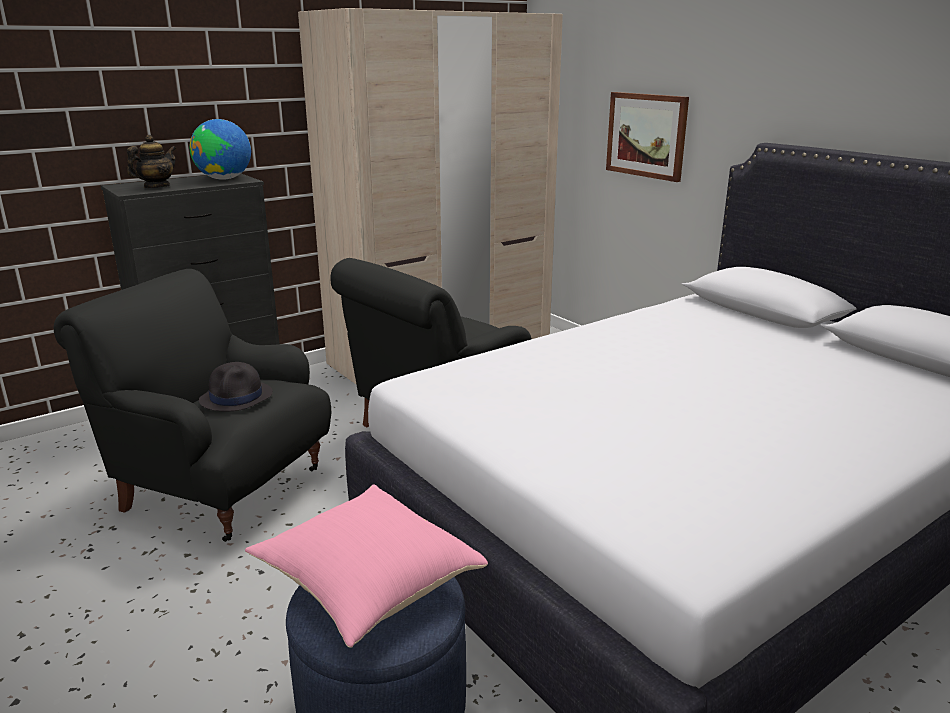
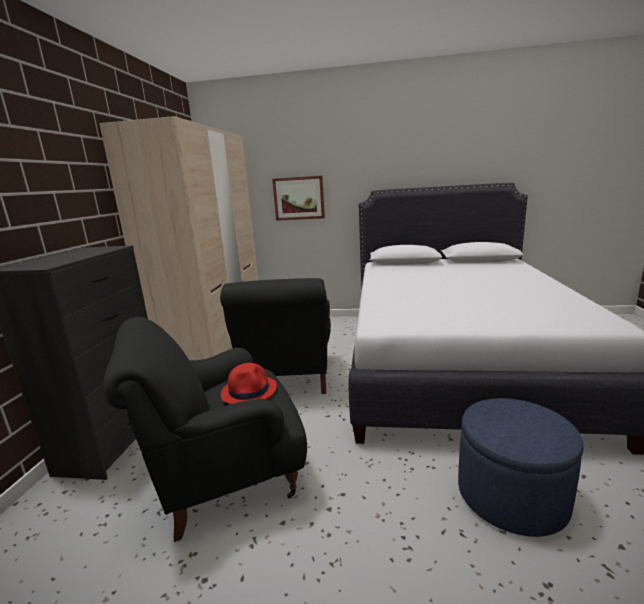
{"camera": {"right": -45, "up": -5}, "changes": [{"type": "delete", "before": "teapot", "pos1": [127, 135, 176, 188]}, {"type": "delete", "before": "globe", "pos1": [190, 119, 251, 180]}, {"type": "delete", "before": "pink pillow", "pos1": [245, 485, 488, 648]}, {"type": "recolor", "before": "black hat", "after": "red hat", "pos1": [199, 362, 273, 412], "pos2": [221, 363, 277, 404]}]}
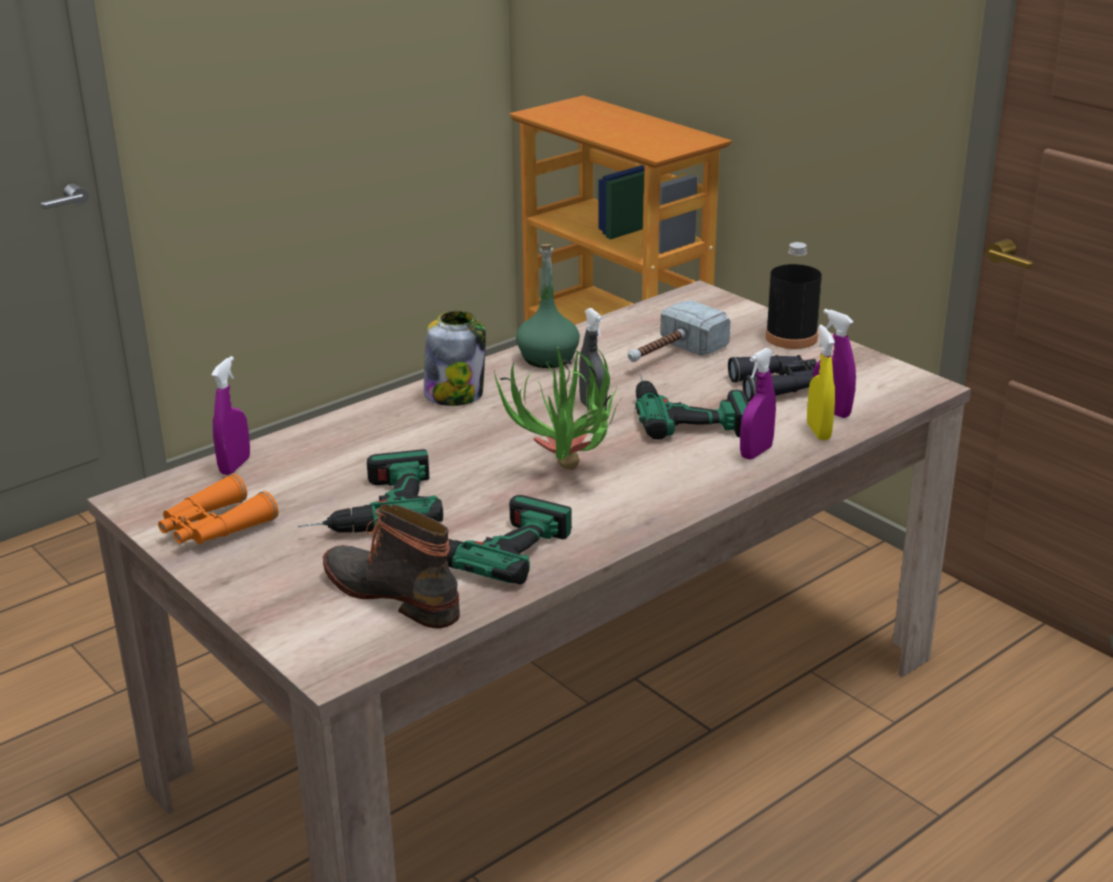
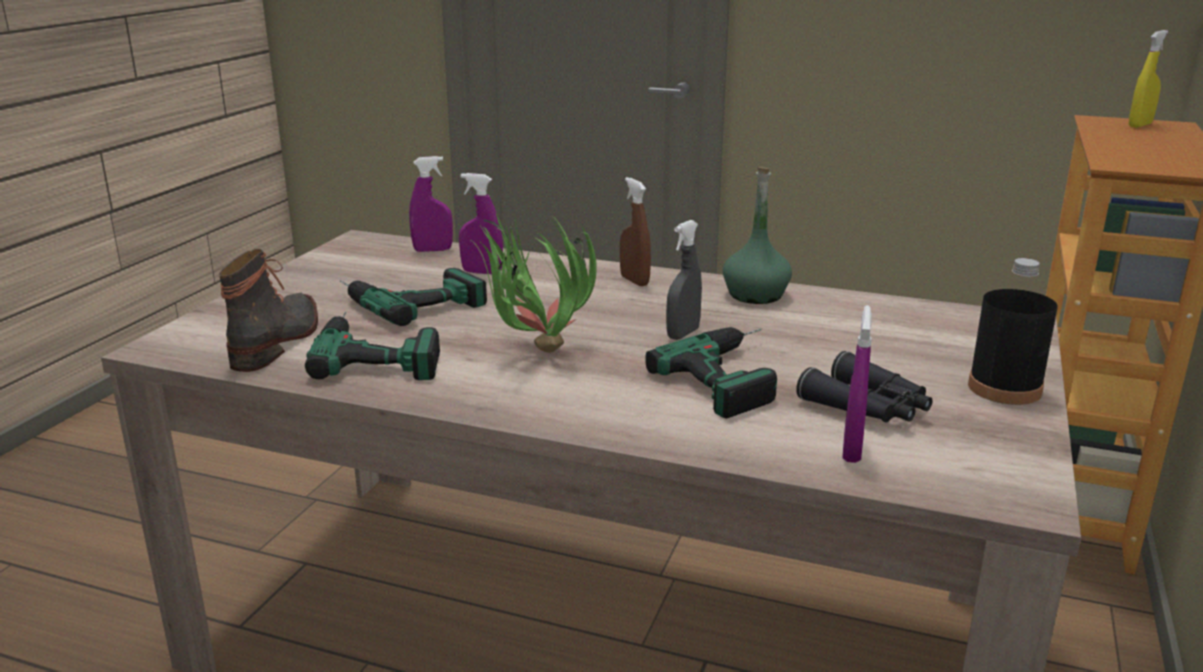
{"camera": {"right": 60, "up": -5}, "changes": [{"type": "delete", "before": "orange binoculars", "pos1": [158, 474, 278, 544]}, {"type": "delete", "before": "hammer", "pos1": [628, 300, 730, 362]}, {"type": "move", "before": "purple spray bottle", "pos1": [740, 348, 776, 459], "pos2": [459, 173, 503, 274]}, {"type": "move", "before": "yellow spray bottle", "pos1": [807, 325, 835, 440], "pos2": [1129, 30, 1168, 128]}, {"type": "replace", "before": "jar", "after": "brown spray bottle", "pos1": [424, 311, 486, 406], "pos2": [620, 177, 651, 286]}]}
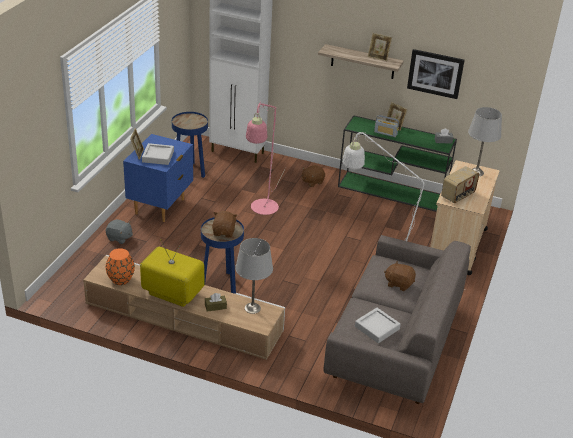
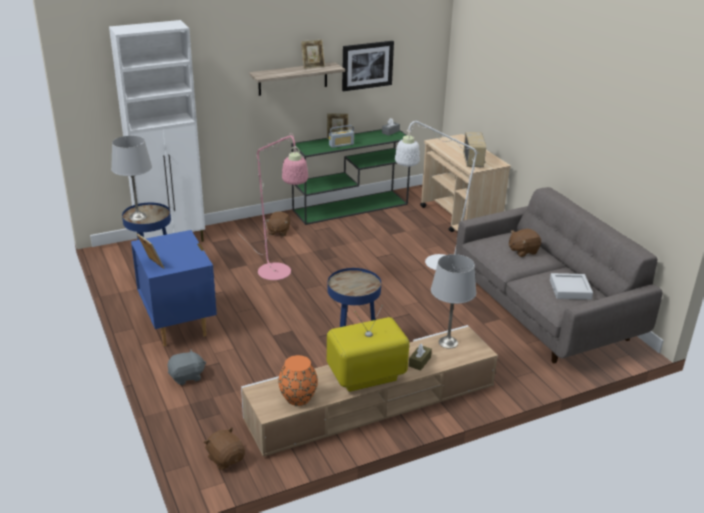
{"camera": {"right": -45, "up": -5}, "changes": [{"type": "delete", "before": "grey tray", "pos1": [142, 143, 174, 165]}, {"type": "move", "before": "brown plush toy", "pos1": [212, 211, 237, 237], "pos2": [204, 428, 245, 470]}, {"type": "move", "before": "grey table lamp", "pos1": [468, 107, 502, 176], "pos2": [111, 136, 152, 221]}]}
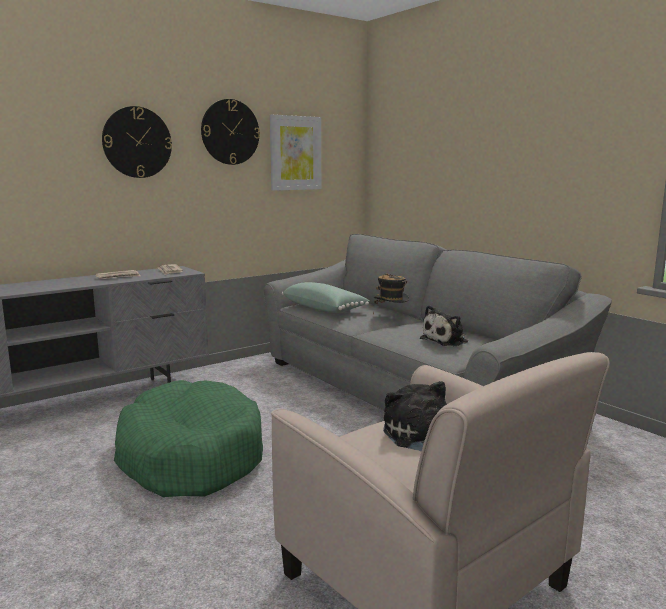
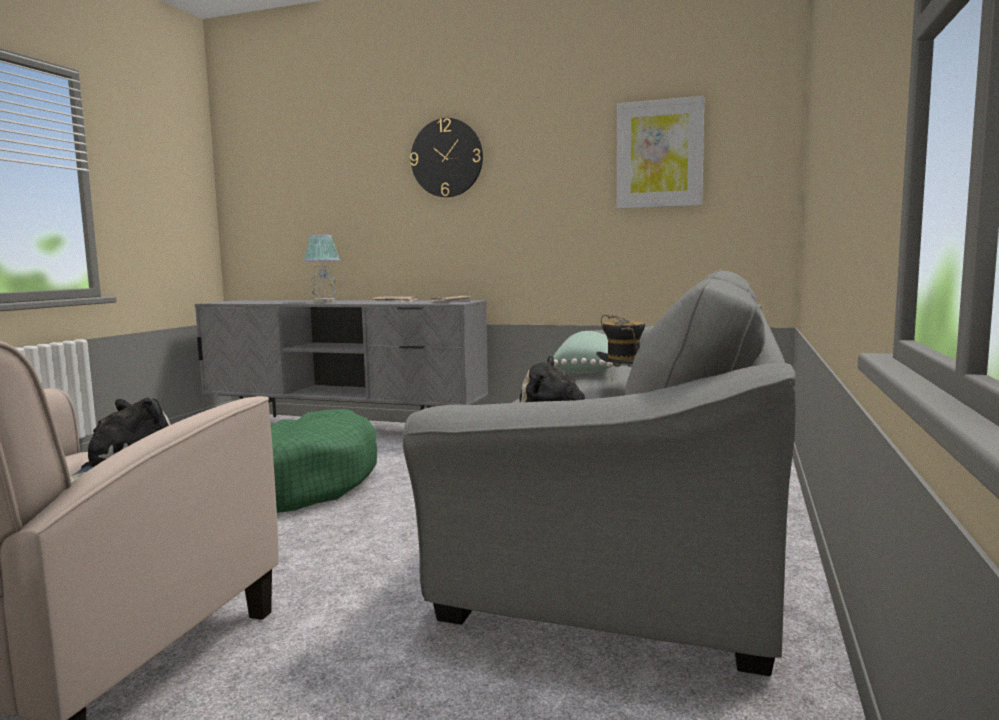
{"camera": {"right": 55, "up": -5}, "changes": [{"type": "delete", "before": "wall clock", "pos1": [201, 99, 260, 165]}, {"type": "insert", "after": "table lamp", "pos2": [304, 235, 340, 303]}]}
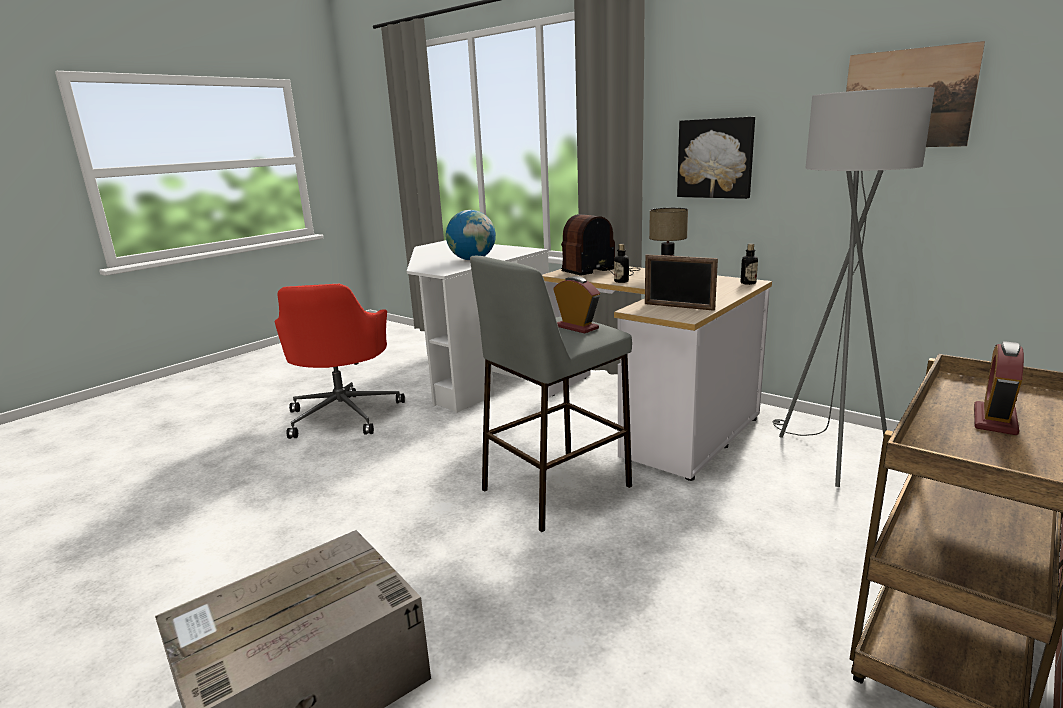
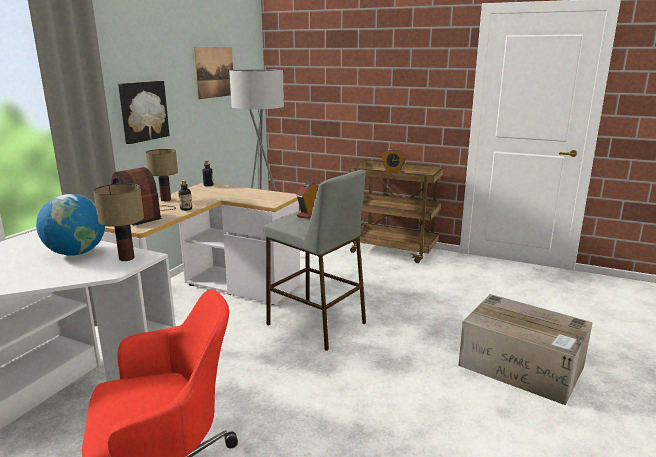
{"camera": {"right": -105, "up": 0}, "changes": [{"type": "delete", "before": "picture frame", "pos1": [645, 254, 718, 311]}, {"type": "insert", "after": "table lamp", "pos2": [93, 183, 144, 261]}]}
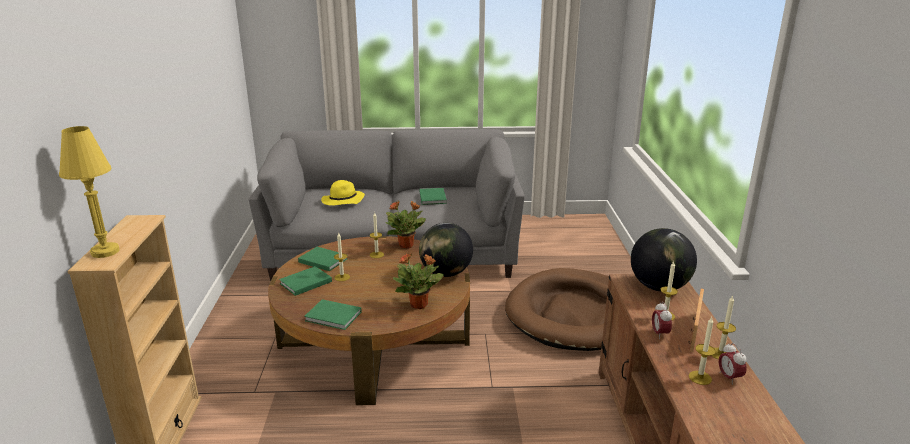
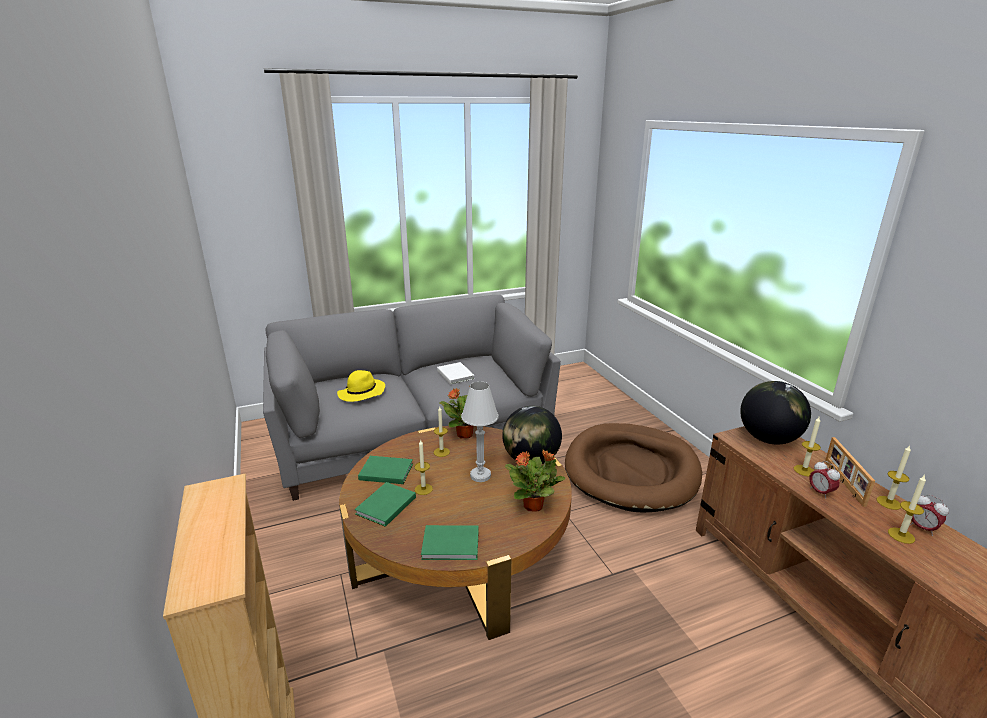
{"camera": {"right": -20, "up": 0}, "changes": [{"type": "delete", "before": "yellow table lamp", "pos1": [59, 126, 119, 258]}, {"type": "insert", "after": "white table lamp", "pos2": [461, 381, 499, 482]}, {"type": "recolor", "before": "green book", "after": "white book", "pos1": [419, 188, 447, 205], "pos2": [437, 362, 474, 384]}]}
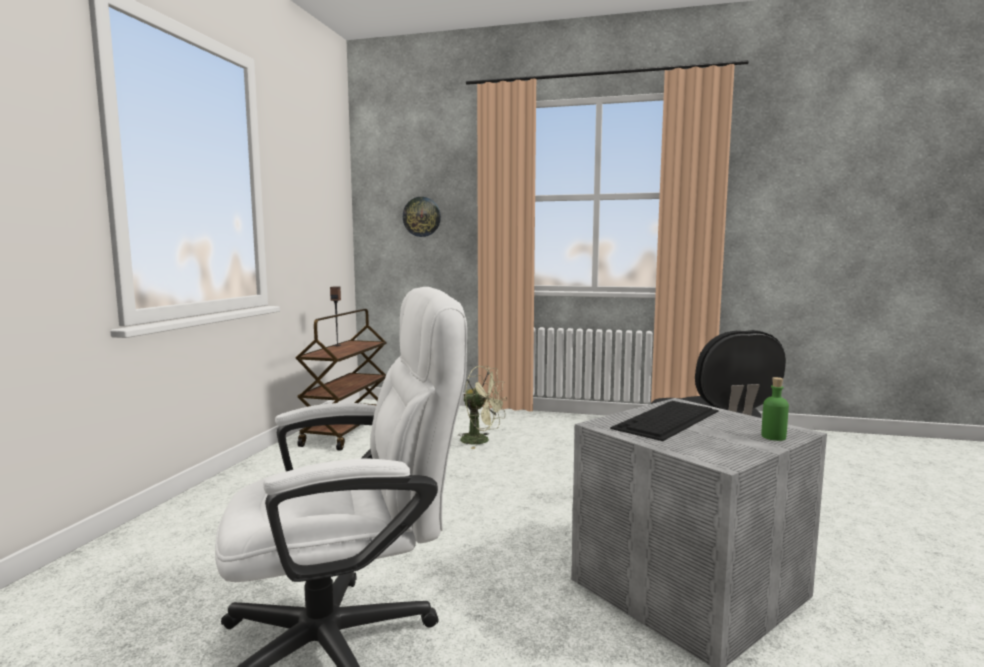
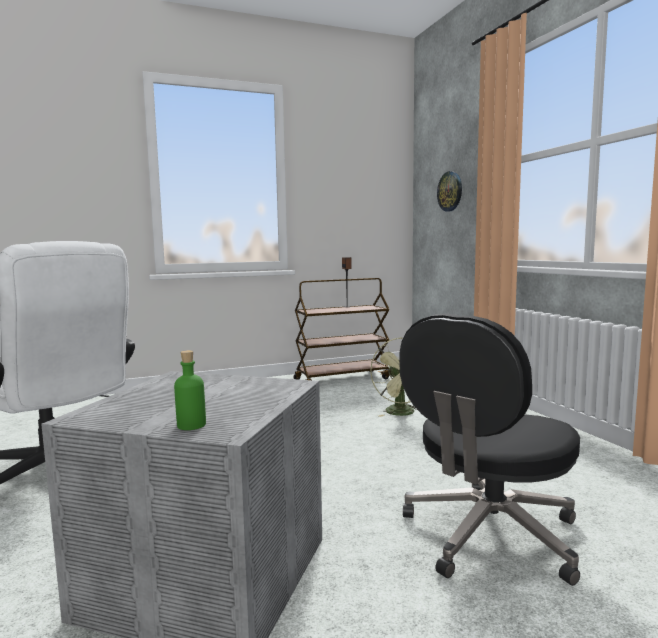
{"camera": {"right": 55, "up": 0}, "changes": [{"type": "delete", "before": "keyboard", "pos1": [610, 401, 719, 441]}]}
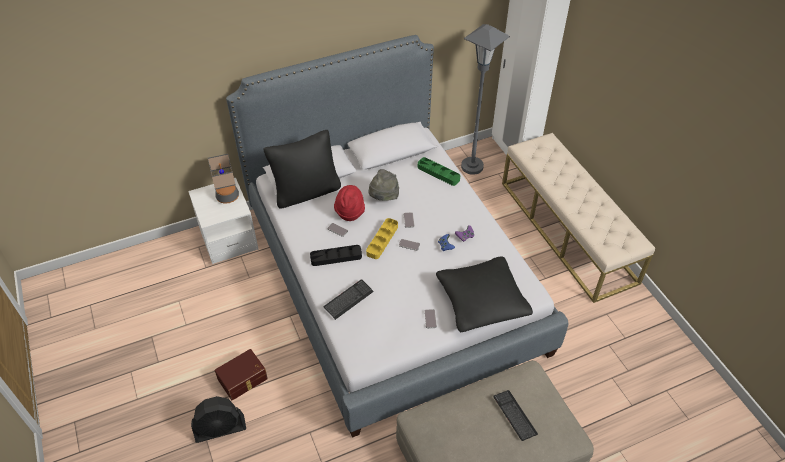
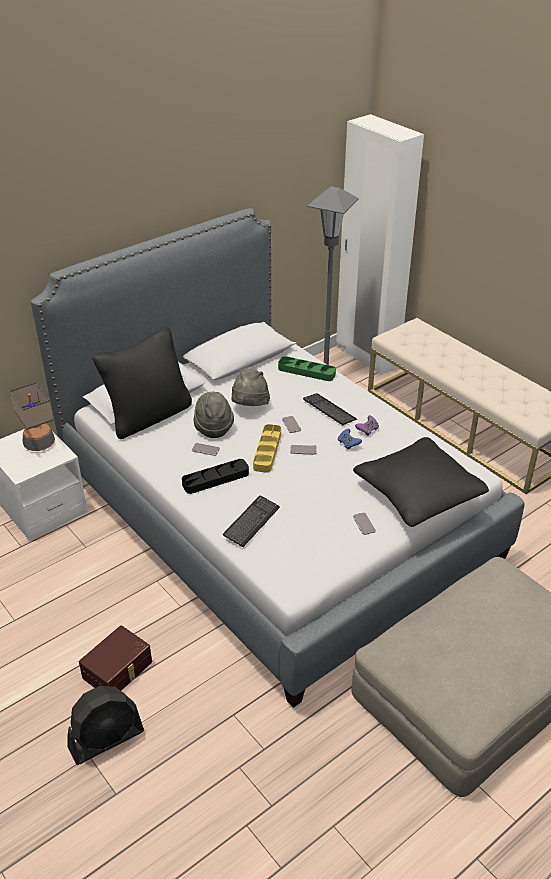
{"camera": {"right": -15, "up": -10}, "changes": [{"type": "move", "before": "keyboard", "pos1": [493, 390, 538, 441], "pos2": [303, 393, 357, 426]}, {"type": "recolor", "before": "red hat", "after": "grey hat", "pos1": [334, 185, 365, 221], "pos2": [194, 392, 234, 438]}]}
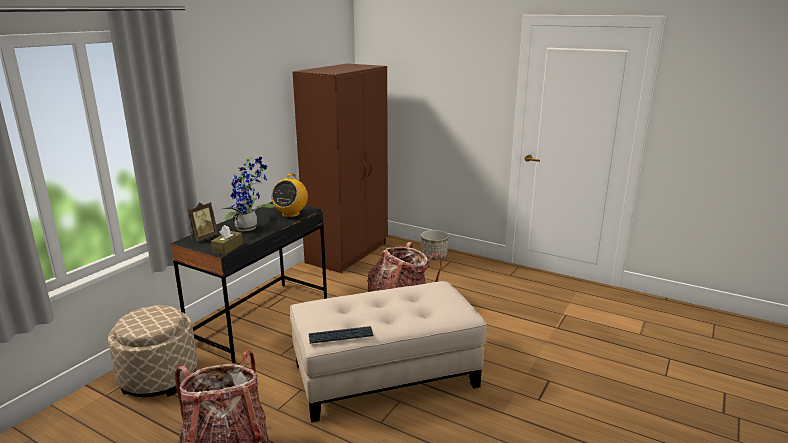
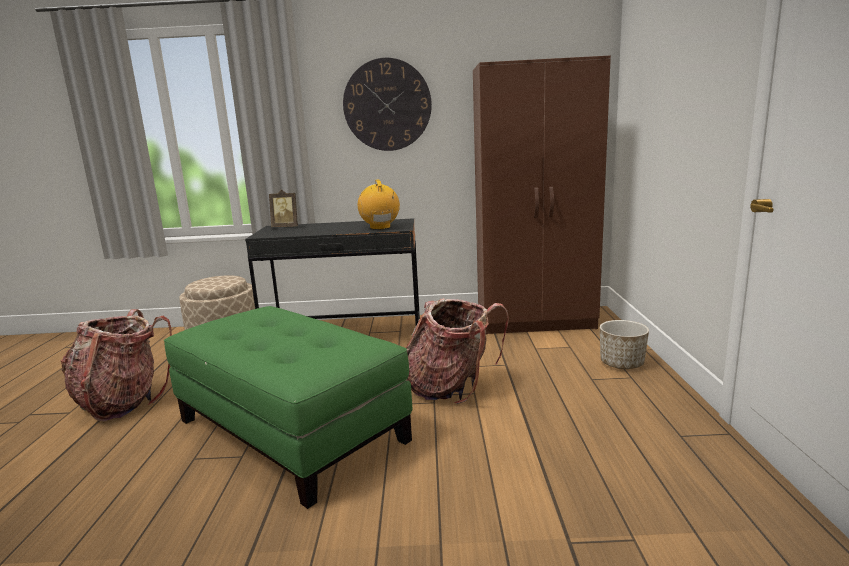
{"camera": {"right": 60, "up": -5}, "changes": [{"type": "delete", "before": "brown tissue box", "pos1": [211, 225, 243, 255]}, {"type": "delete", "before": "potted plant", "pos1": [220, 156, 274, 231]}, {"type": "delete", "before": "keyboard", "pos1": [309, 326, 374, 344]}, {"type": "insert", "after": "wall clock", "pos2": [343, 58, 432, 151]}, {"type": "recolor", "before": "beige ottoman", "after": "green ottoman", "pos1": [290, 281, 487, 423], "pos2": [164, 306, 412, 509]}, {"type": "rotate", "before": "radio", "pos1": [271, 174, 308, 217], "pos2": [358, 180, 400, 230], "turn": 90}]}
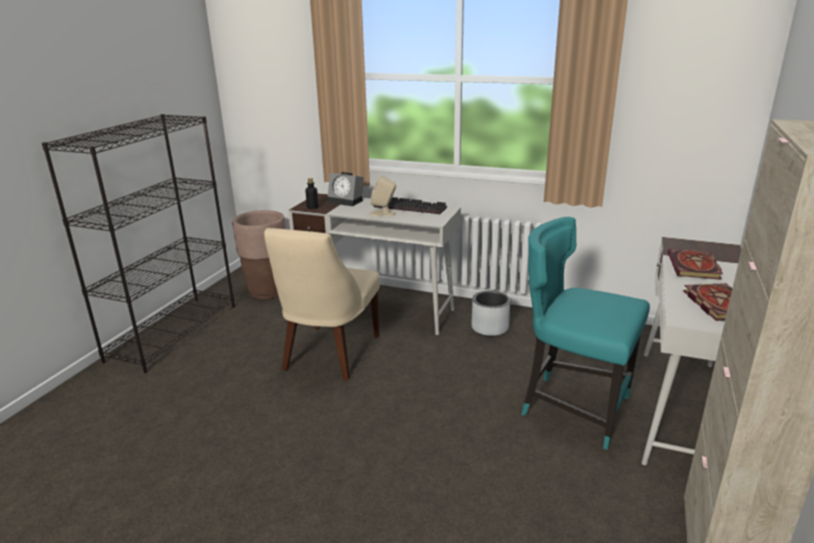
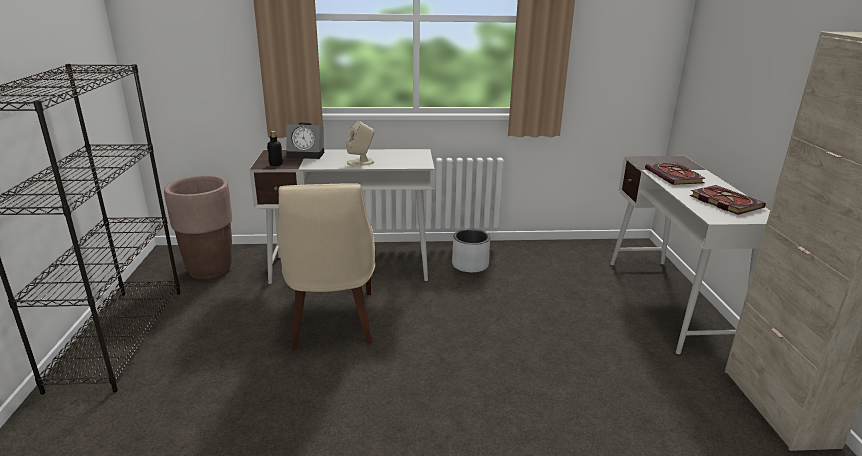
{"camera": {"right": -25, "up": 0}, "changes": [{"type": "delete", "before": "keyboard", "pos1": [373, 197, 447, 214]}, {"type": "delete", "before": "turquoise chair", "pos1": [521, 217, 650, 450]}]}
